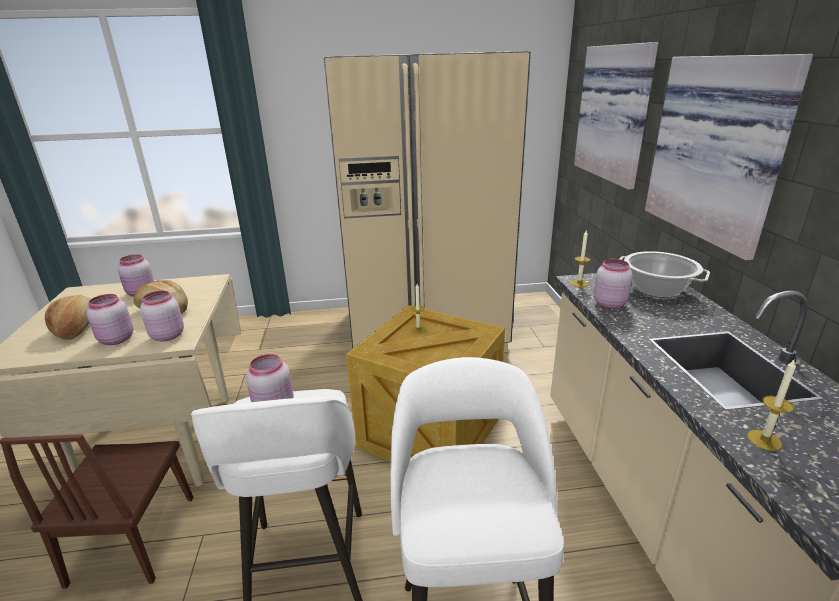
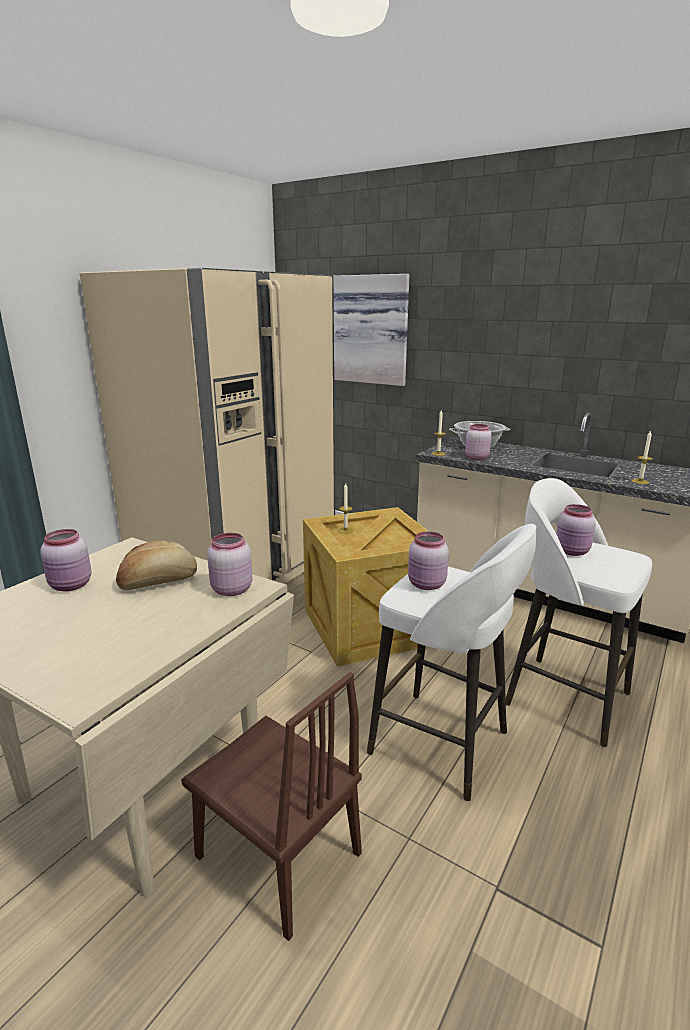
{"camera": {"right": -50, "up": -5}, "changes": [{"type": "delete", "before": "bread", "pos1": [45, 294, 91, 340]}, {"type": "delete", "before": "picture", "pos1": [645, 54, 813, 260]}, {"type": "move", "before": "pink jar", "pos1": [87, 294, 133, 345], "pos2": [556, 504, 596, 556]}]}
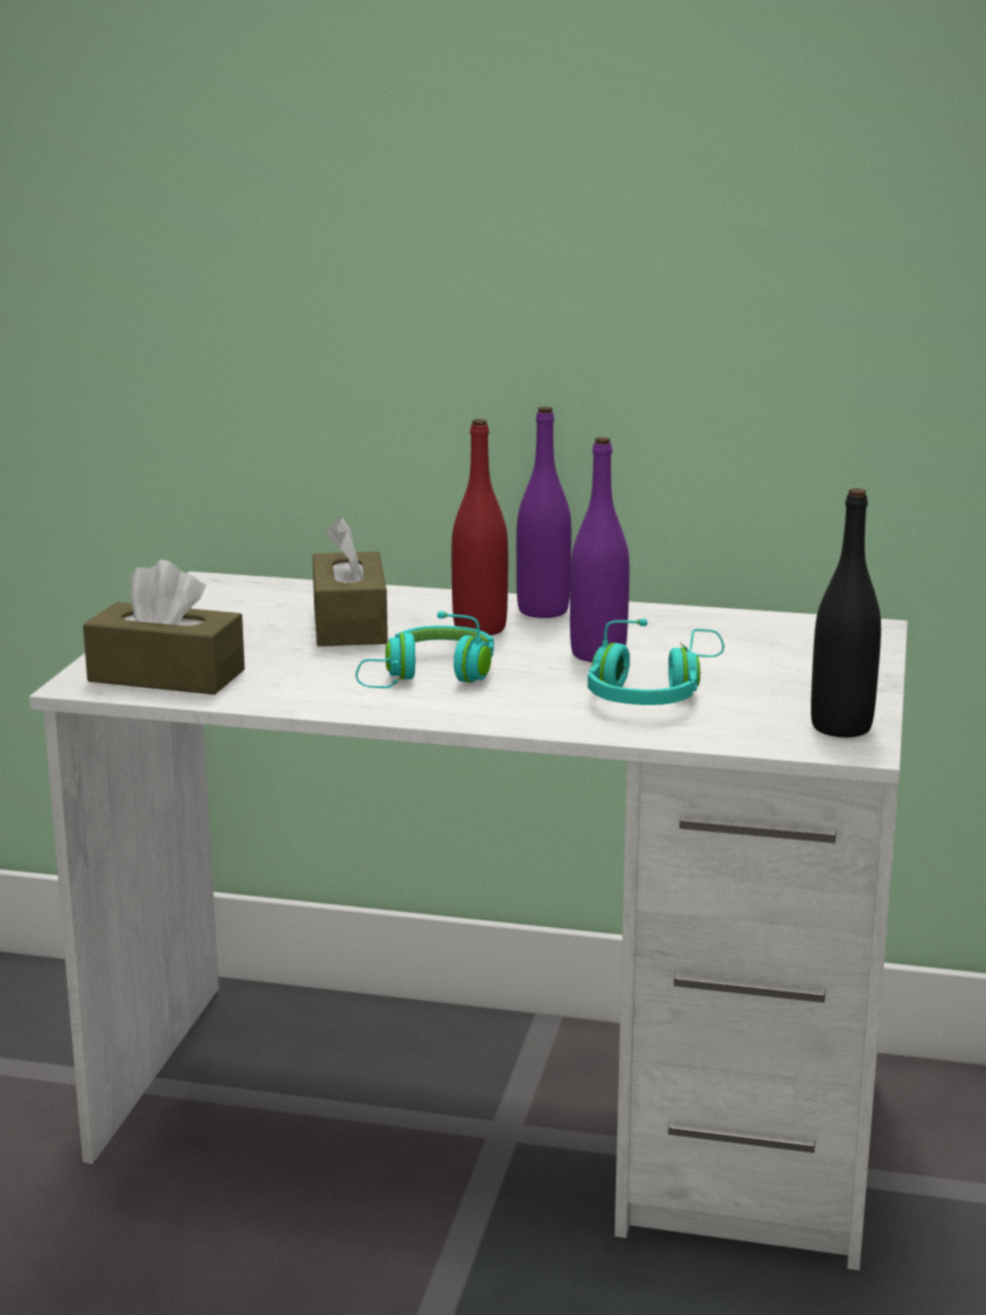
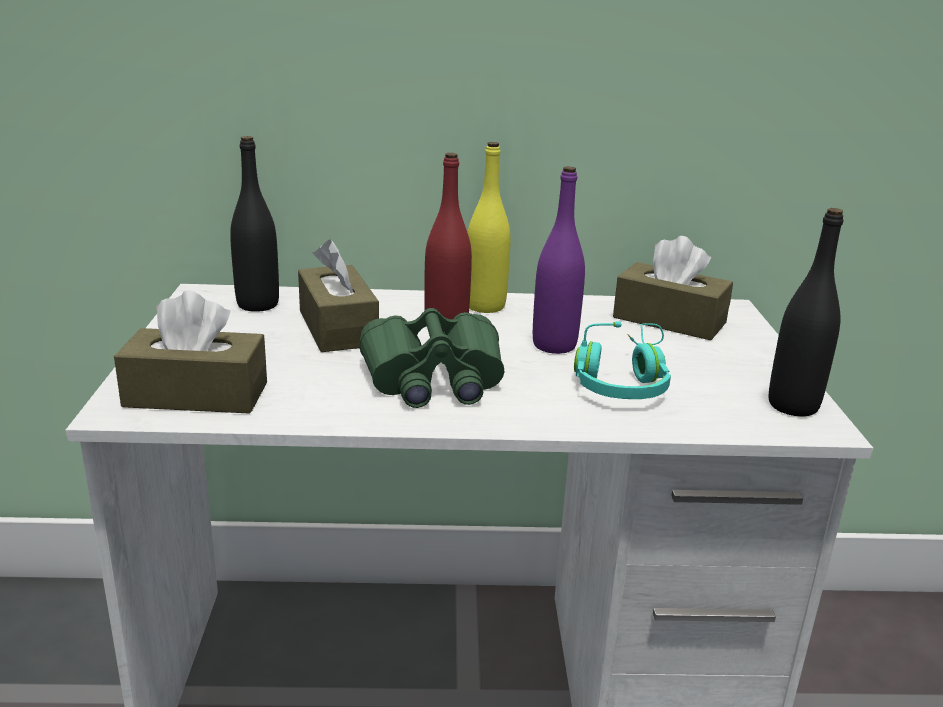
{"camera": {"right": -15, "up": 5}, "changes": [{"type": "insert", "after": "black bottle", "pos2": [230, 136, 279, 312]}, {"type": "insert", "after": "brown tissue box", "pos2": [613, 236, 733, 340]}, {"type": "replace", "before": "turquoise headphones", "after": "green binoculars", "pos1": [356, 611, 494, 688], "pos2": [359, 308, 505, 408]}, {"type": "recolor", "before": "purple bottle", "after": "yellow bottle", "pos1": [516, 407, 571, 618], "pos2": [467, 142, 511, 313]}]}
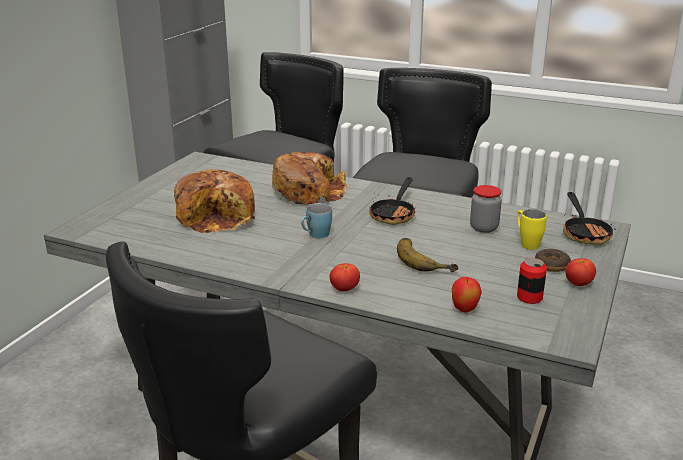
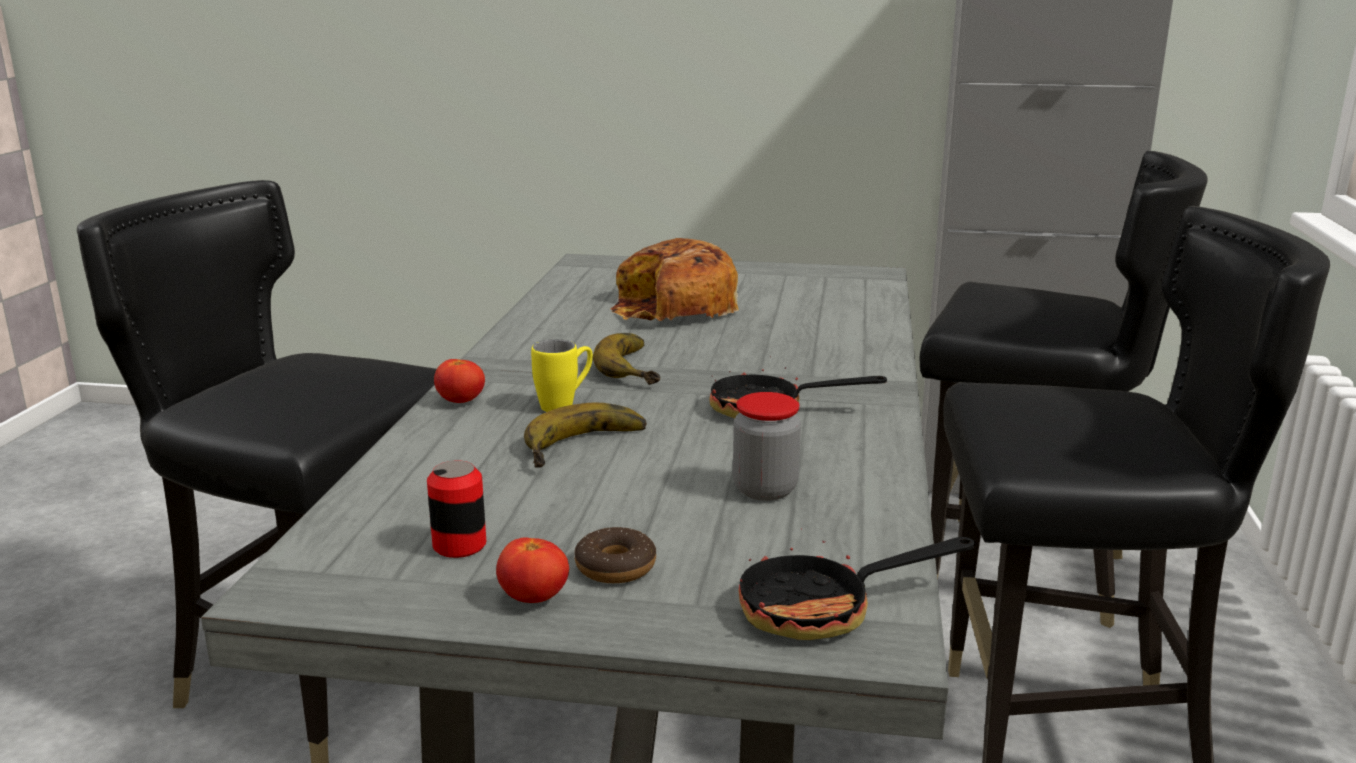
{"camera": {"right": 75, "up": -5}, "changes": [{"type": "delete", "before": "bread", "pos1": [272, 152, 347, 204]}, {"type": "delete", "before": "apple", "pos1": [452, 277, 482, 312]}, {"type": "move", "before": "yellow mug", "pos1": [517, 209, 547, 250], "pos2": [531, 339, 593, 412]}, {"type": "replace", "before": "blue mug", "after": "banana", "pos1": [301, 203, 332, 239], "pos2": [593, 333, 660, 385]}]}
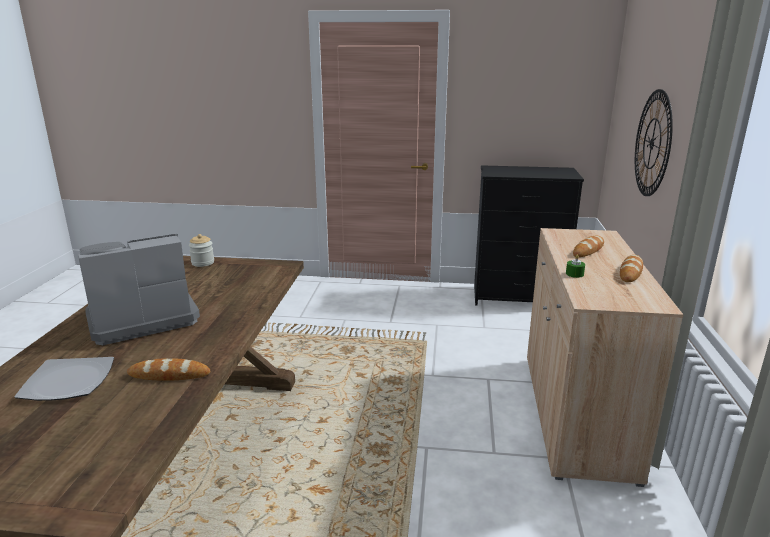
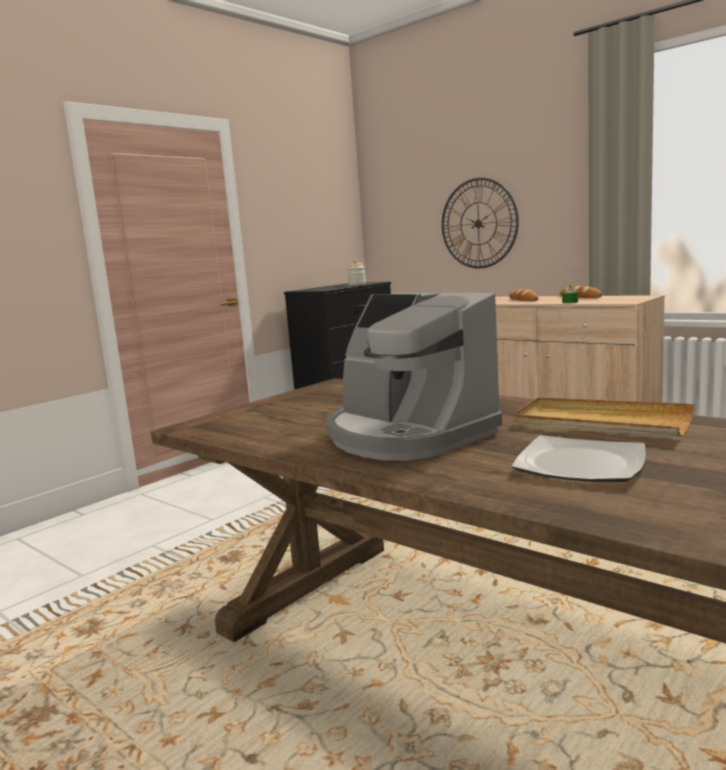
{"camera": {"right": -55, "up": -10}, "changes": [{"type": "move", "before": "jar", "pos1": [189, 234, 214, 267], "pos2": [347, 260, 366, 285]}, {"type": "replace", "before": "bread", "after": "beige tray", "pos1": [127, 358, 211, 381], "pos2": [513, 397, 694, 437]}, {"type": "rotate", "before": "coffee machine", "pos1": [78, 234, 200, 345], "pos2": [326, 293, 502, 461], "turn": -45}]}
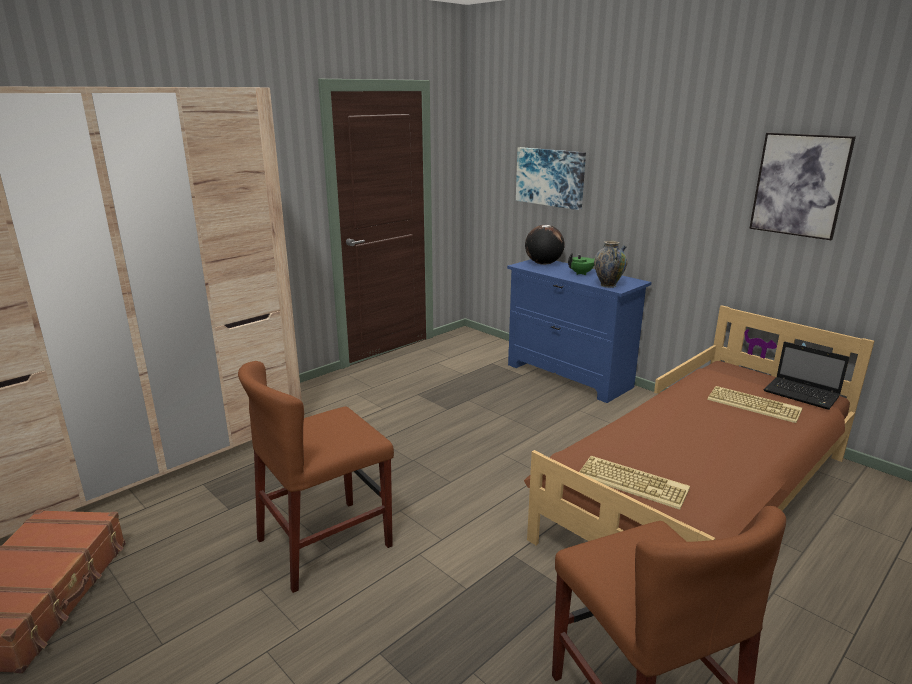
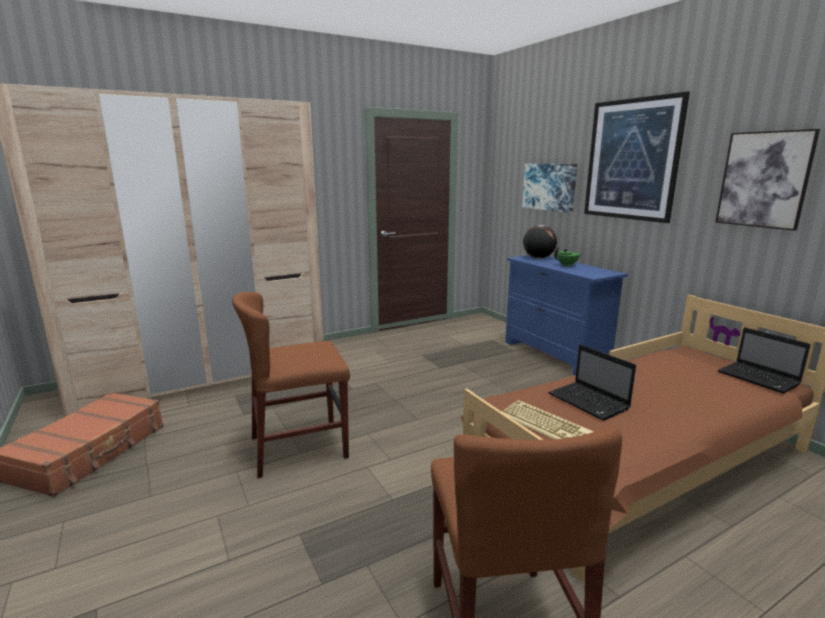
{"camera": {"right": 15, "up": -5}, "changes": [{"type": "delete", "before": "vase", "pos1": [594, 241, 627, 288]}, {"type": "delete", "before": "keyboard", "pos1": [707, 386, 802, 423]}, {"type": "insert", "after": "laptop", "pos2": [548, 344, 636, 421]}, {"type": "insert", "after": "picture", "pos2": [584, 91, 690, 223]}]}
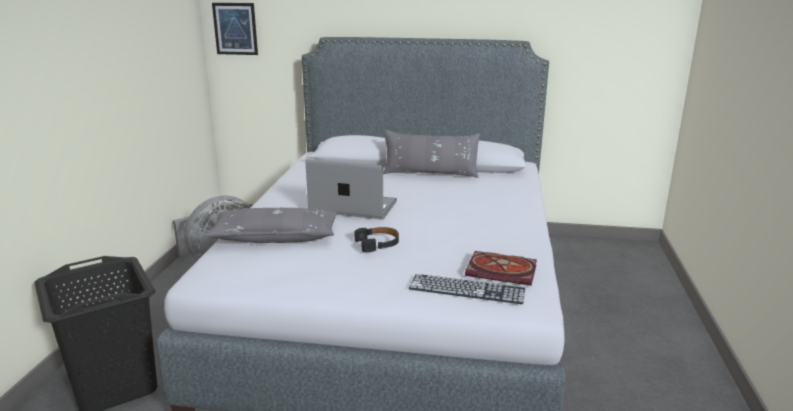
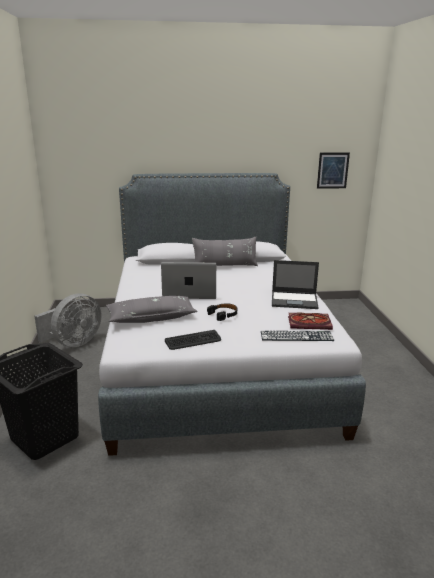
{"camera": {"right": -15, "up": 0}, "changes": [{"type": "insert", "after": "keyboard", "pos2": [165, 330, 221, 350]}, {"type": "insert", "after": "laptop", "pos2": [272, 260, 319, 309]}, {"type": "move", "before": "picture", "pos1": [212, 3, 258, 55], "pos2": [317, 152, 350, 189]}]}
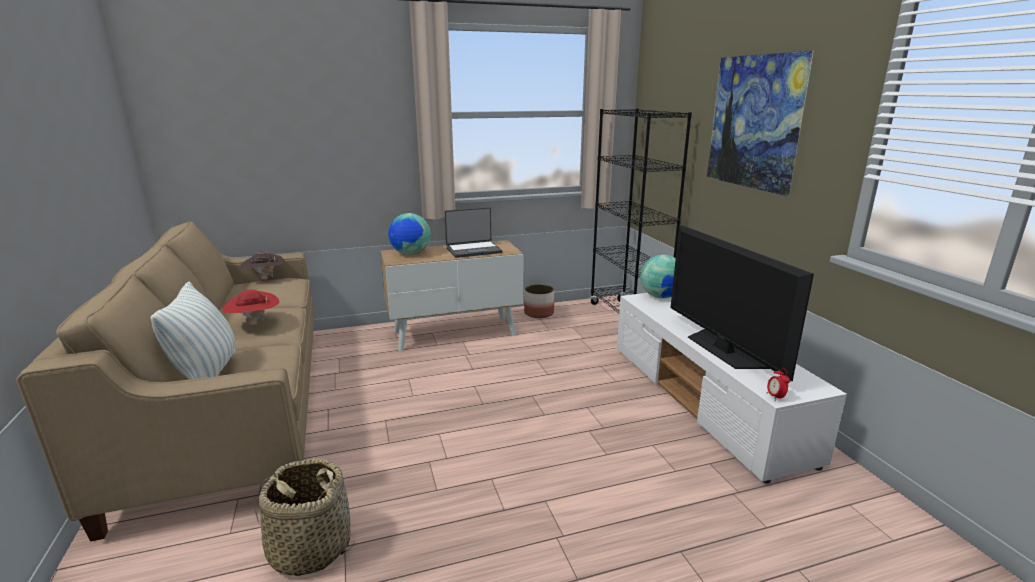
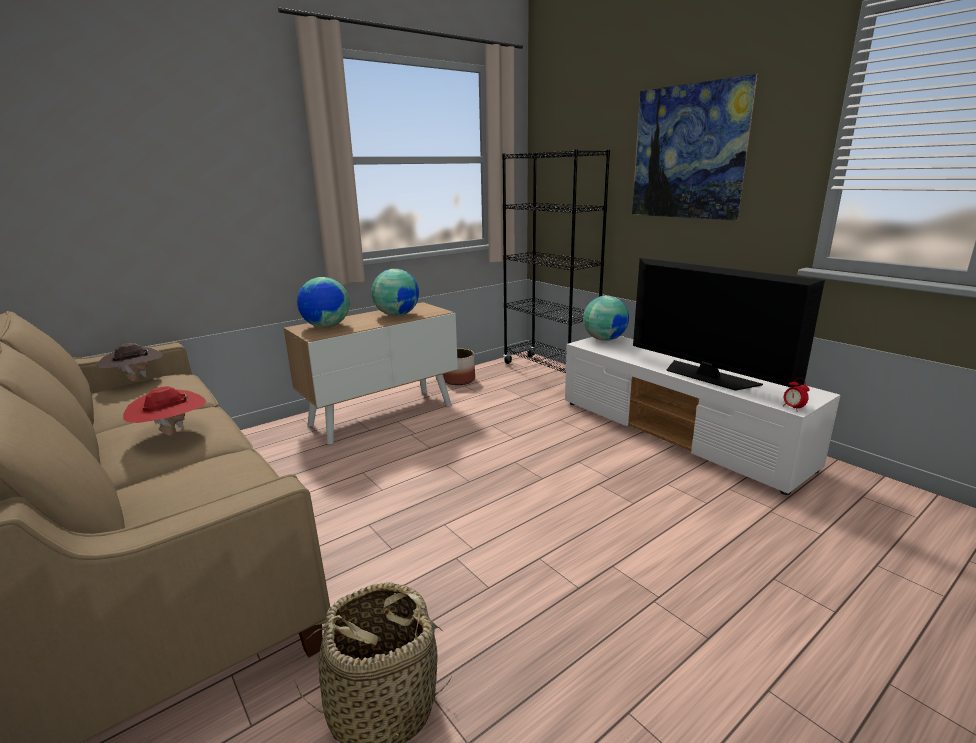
{"camera": {"right": -20, "up": 0}, "changes": [{"type": "delete", "before": "pillow", "pos1": [150, 282, 236, 379]}, {"type": "replace", "before": "laptop", "after": "globe", "pos1": [444, 207, 502, 258], "pos2": [371, 269, 419, 316]}]}
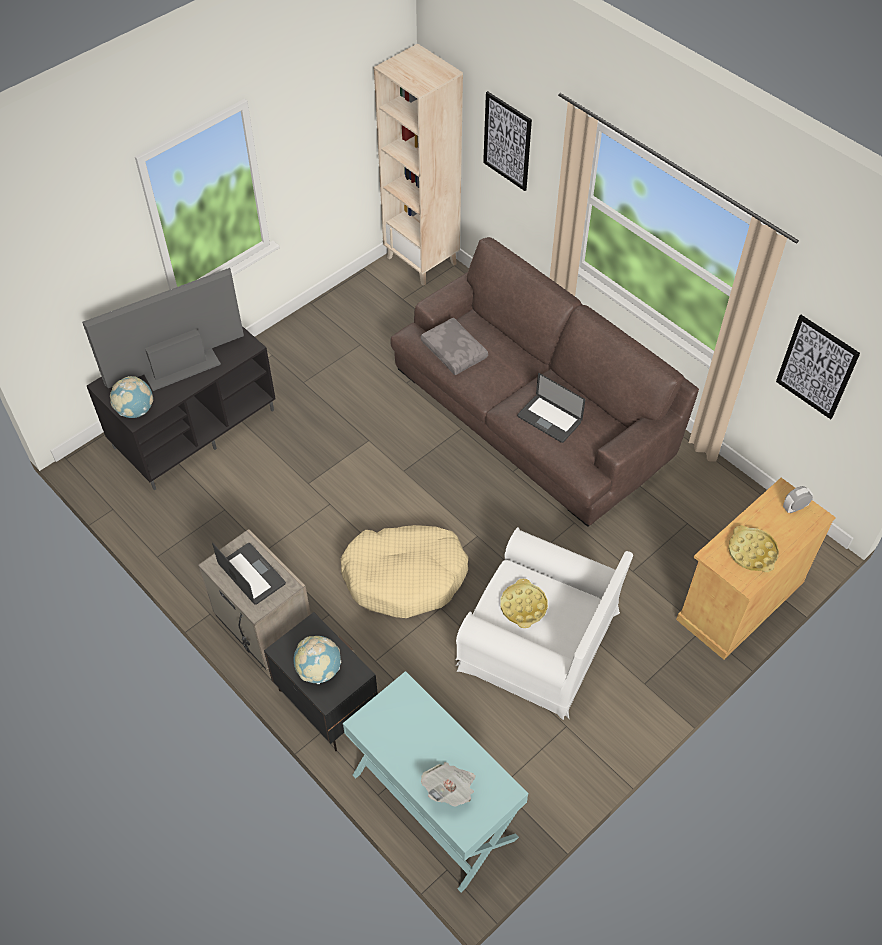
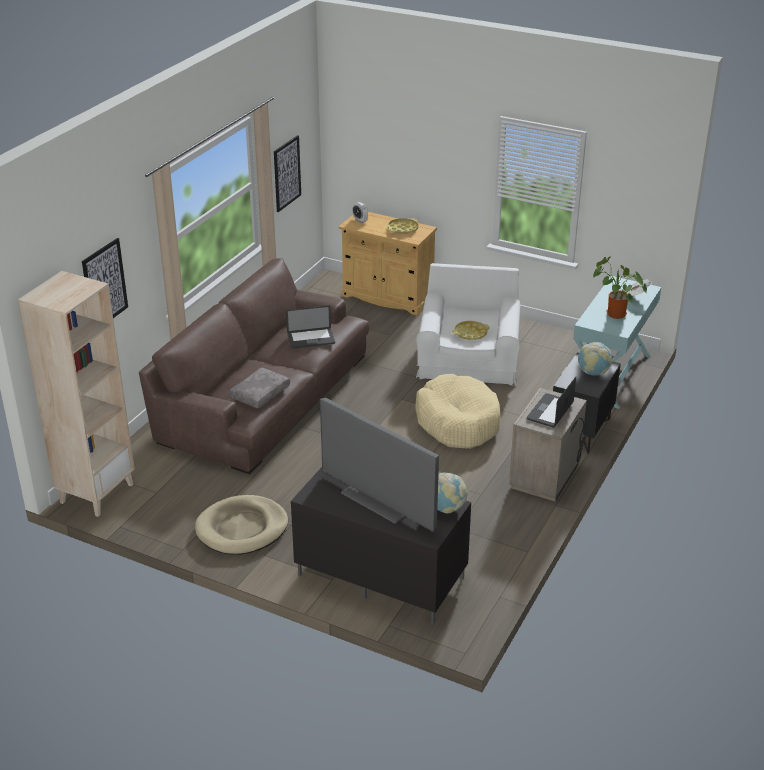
{"camera": {"right": -110, "up": -20}, "changes": [{"type": "insert", "after": "beige dog bed", "pos2": [195, 495, 288, 555]}, {"type": "insert", "after": "potted plant", "pos2": [593, 256, 647, 319]}, {"type": "rotate", "before": "laptop", "pos1": [517, 373, 585, 443], "pos2": [286, 306, 335, 348], "turn": 60}]}
